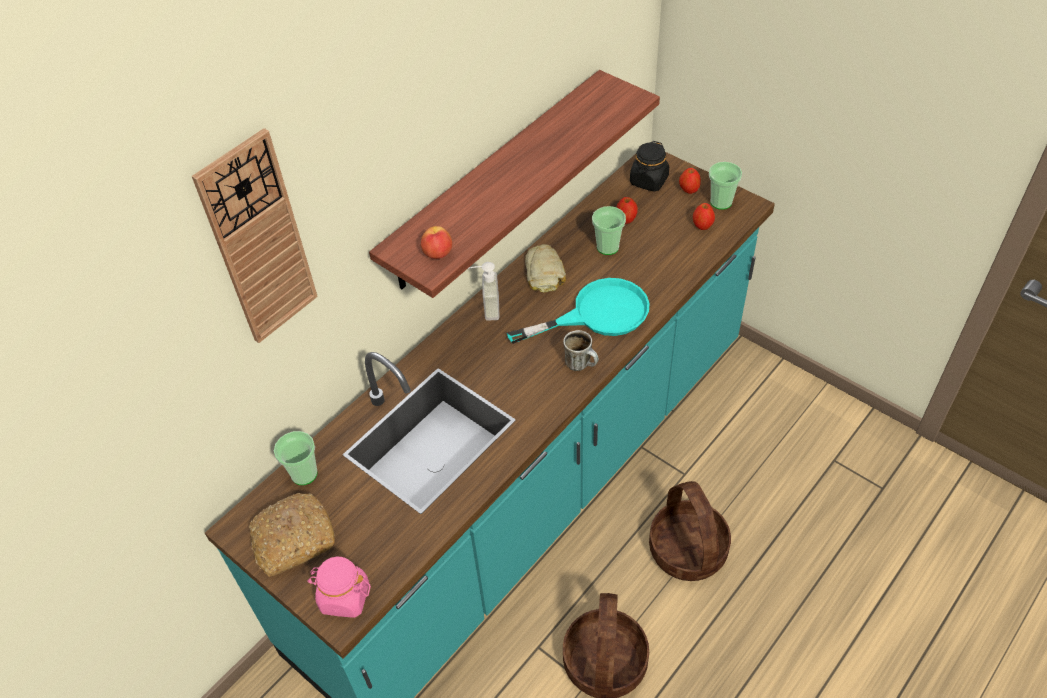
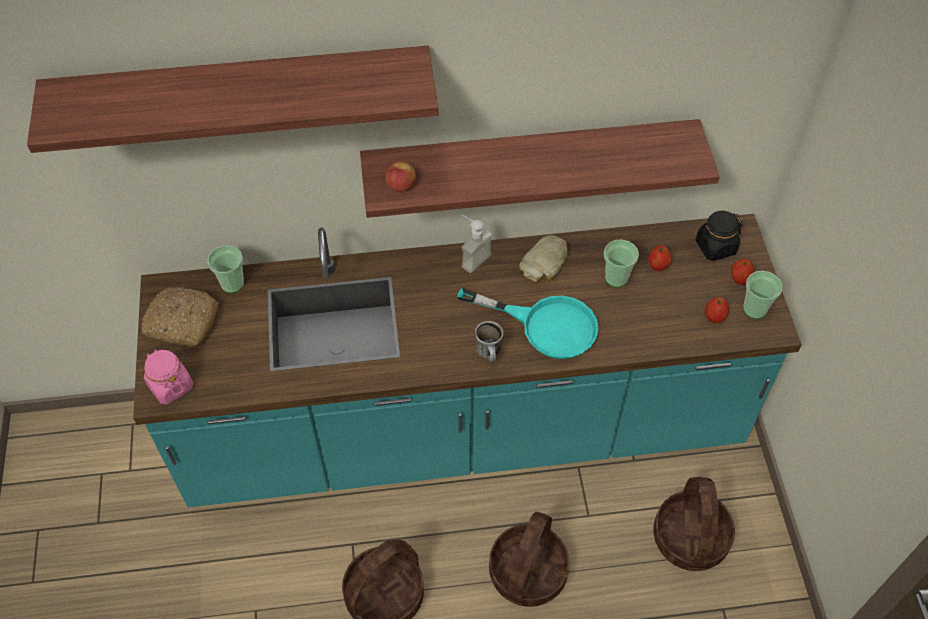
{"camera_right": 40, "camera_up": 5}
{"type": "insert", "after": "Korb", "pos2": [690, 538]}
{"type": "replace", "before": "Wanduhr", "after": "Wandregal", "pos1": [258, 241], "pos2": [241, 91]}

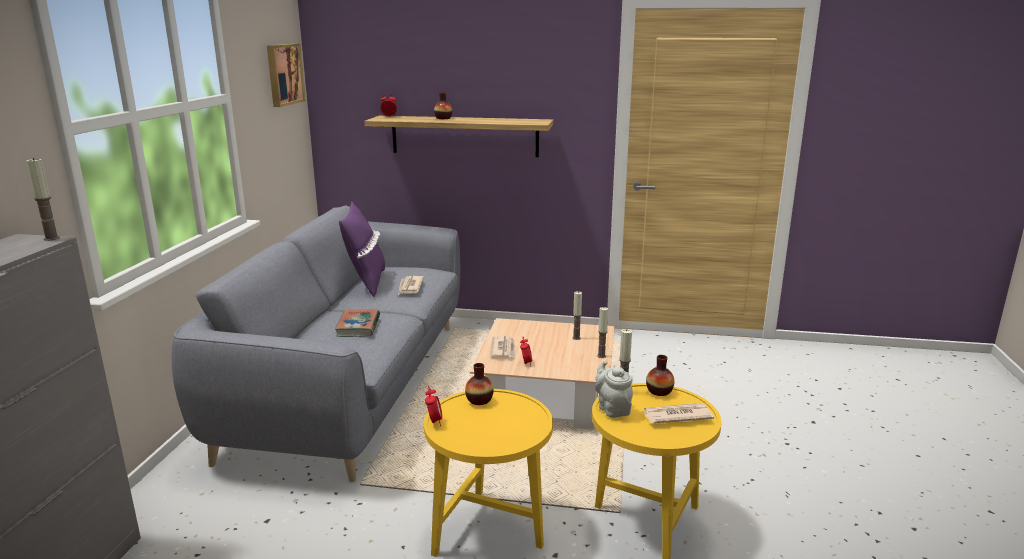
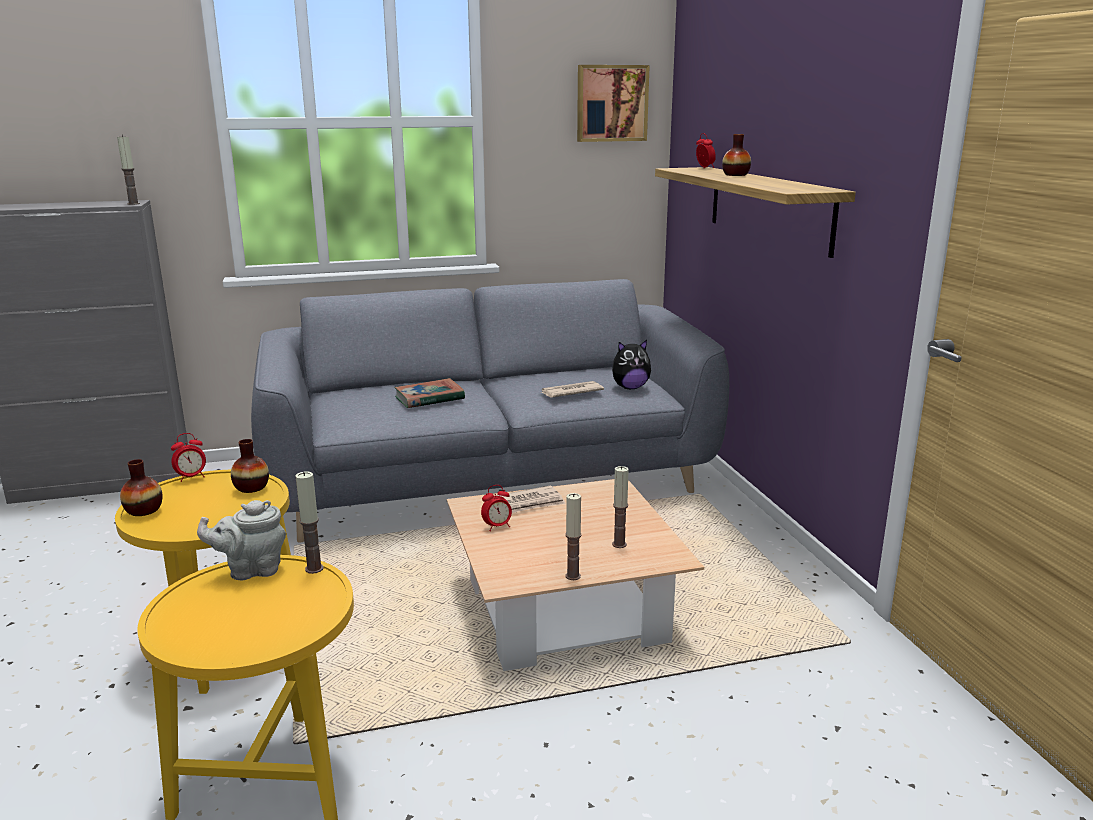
{"camera_right": 65, "camera_up": 0}
{"type": "delete", "before": "Kissen (lila)", "pos1": [366, 283]}
{"type": "delete", "before": "Zeitung", "pos1": [676, 415]}
{"type": "insert", "after": "Plüschtier", "pos2": [630, 387]}
{"type": "move", "before": "Vase", "pos1": [659, 391], "pos2": [144, 510]}
{"type": "rotate", "before": "Teekanne (grau)", "pos1": [612, 408], "pos2": [251, 570], "turn": -150}

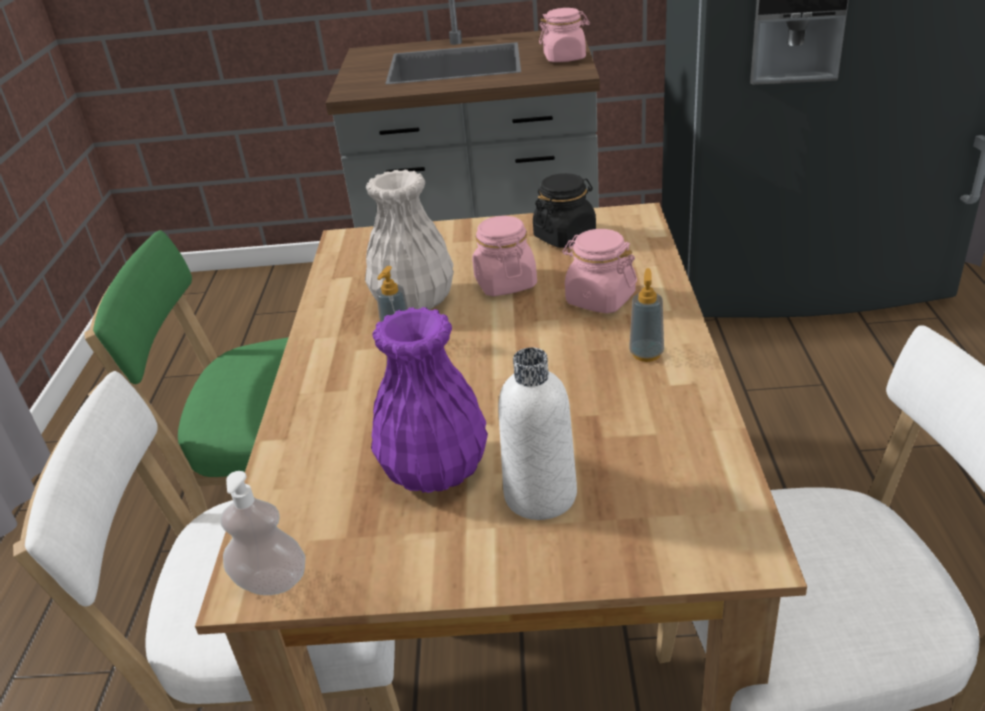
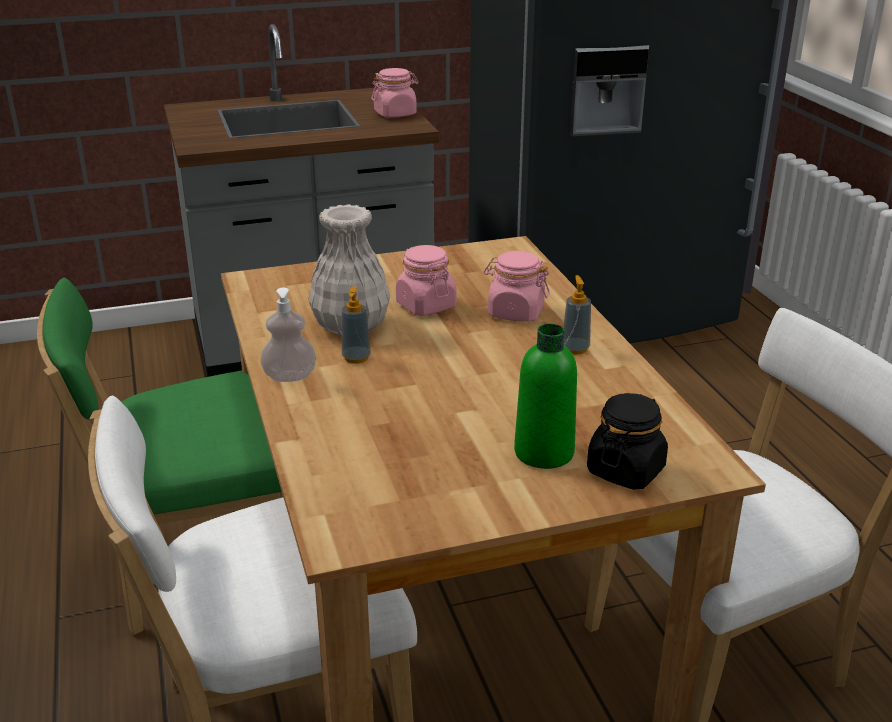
{"camera_right": -20, "camera_up": -5}
{"type": "delete", "before": "Vase (lila)", "pos1": [436, 470]}
{"type": "move", "before": "Seifenspender", "pos1": [271, 582], "pos2": [290, 376]}
{"type": "move", "before": "Vorratsglas (schwarz)", "pos1": [565, 236], "pos2": [625, 470]}
{"type": "recolor", "before": "Flasche (weiß)", "after": "Flasche (grün)", "pos1": [540, 495], "pos2": [544, 452]}

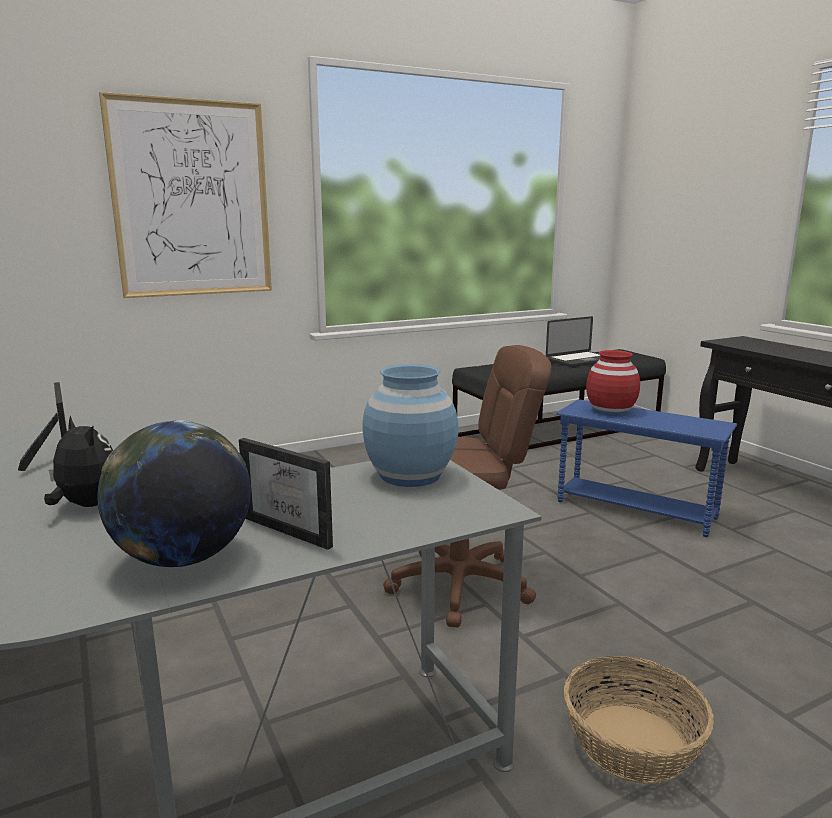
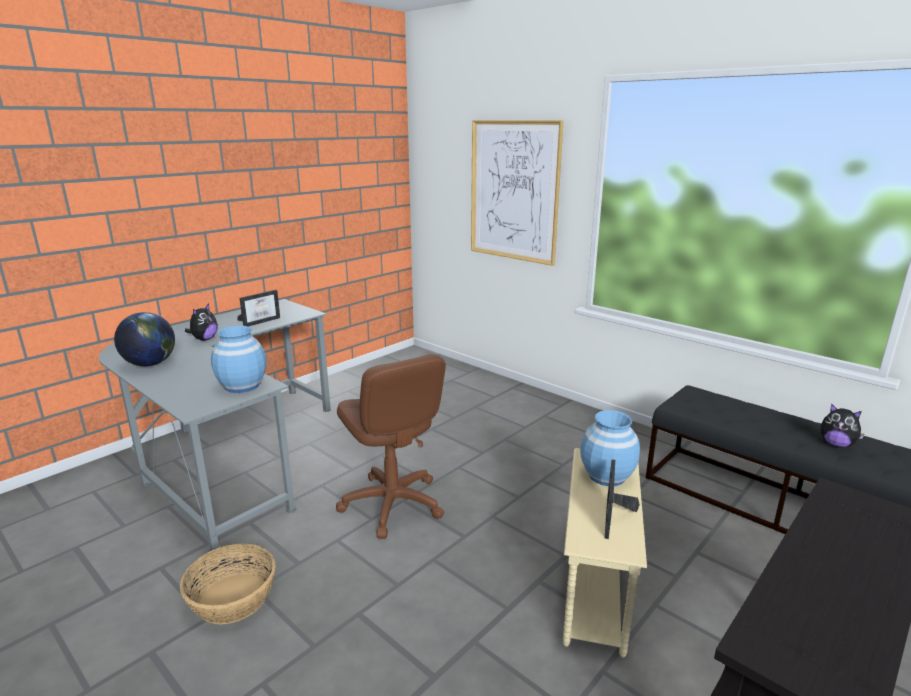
{"camera_right": 70, "camera_up": 5}
{"type": "move", "before": "Bilderrahmen", "pos1": [297, 528], "pos2": [614, 520]}
{"type": "replace", "before": "Laptop", "after": "Plüschtier", "pos1": [580, 360], "pos2": [836, 444]}
{"type": "recolor", "before": "Beistelltisch (blau)", "after": "Beistelltisch (beige)", "pos1": [635, 509], "pos2": [596, 587]}
{"type": "recolor", "before": "Vase (rot)", "after": "Vase (blau)", "pos1": [611, 411], "pos2": [607, 476]}

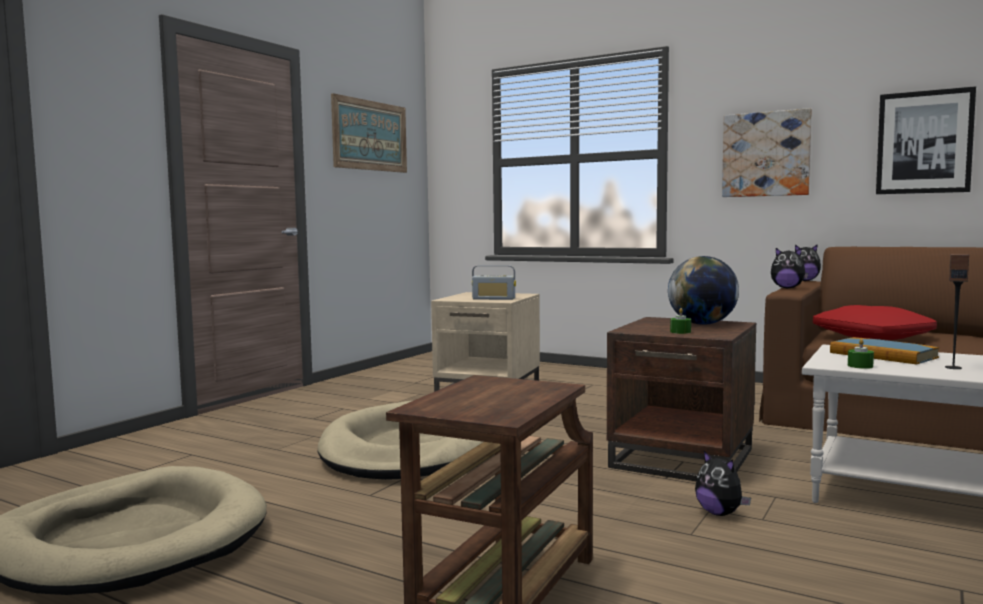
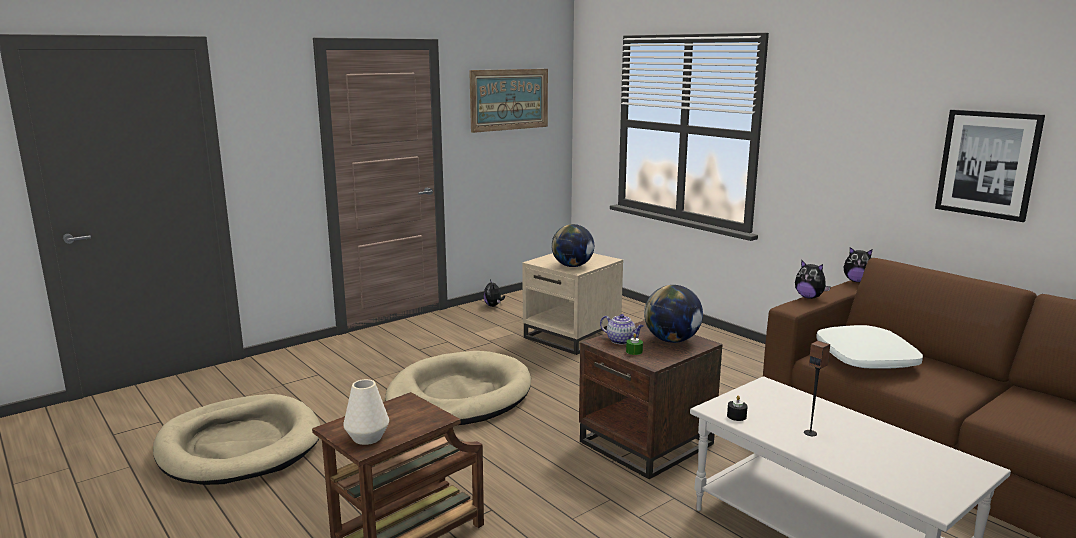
{"camera_right": 20, "camera_up": 10}
{"type": "delete", "before": "Bild", "pos1": [766, 154]}
{"type": "delete", "before": "Buch", "pos1": [883, 355]}
{"type": "insert", "after": "Vase (weiß)", "pos2": [367, 437]}
{"type": "insert", "after": "Teekanne", "pos2": [621, 341]}
{"type": "move", "before": "Plüschtier", "pos1": [720, 513], "pos2": [493, 306]}
{"type": "replace", "before": "Radio", "after": "Globus", "pos1": [494, 299], "pos2": [572, 266]}
{"type": "recolor", "before": "Kissen (rot)", "after": "Kissen (weiß)", "pos1": [871, 336], "pos2": [865, 359]}
{"type": "recolor", "before": "Kerze (grün)", "after": "Kerze (schwarz)", "pos1": [860, 366], "pos2": [736, 416]}

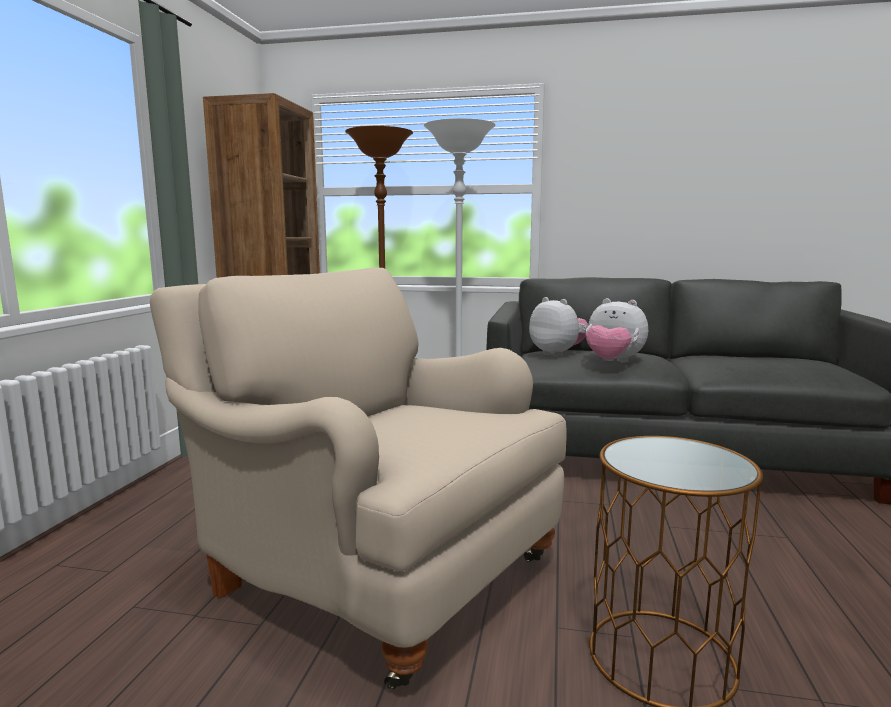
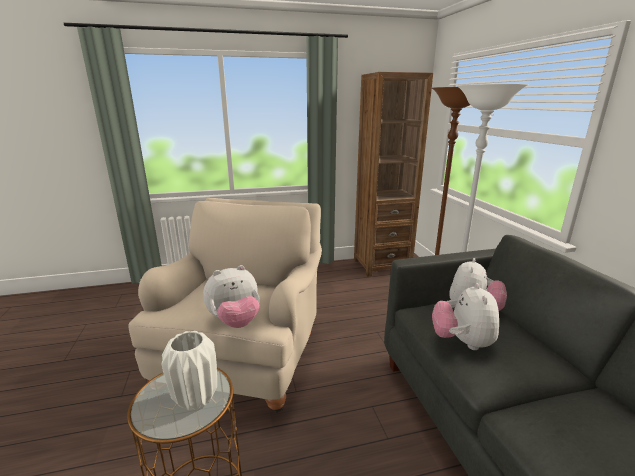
{"camera_right": 65, "camera_up": 10}
{"type": "insert", "after": "Vase (weiß)", "pos2": [196, 399]}
{"type": "insert", "after": "Plüschtier", "pos2": [235, 321]}

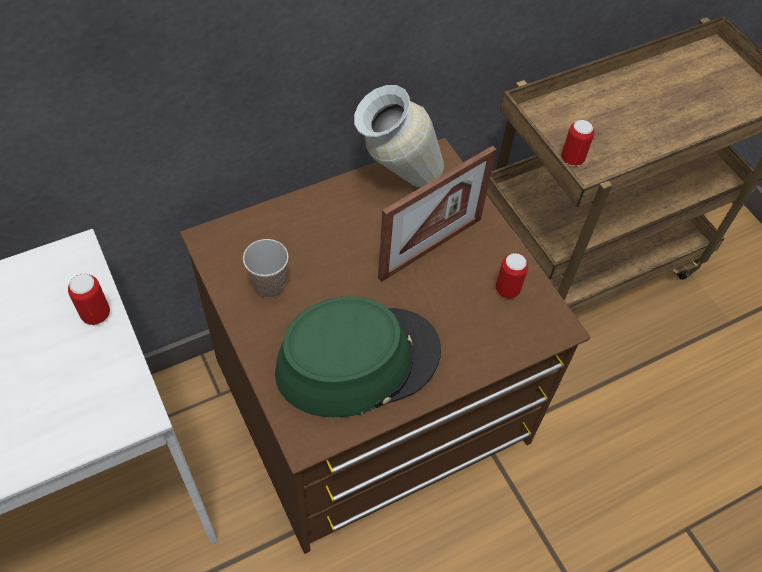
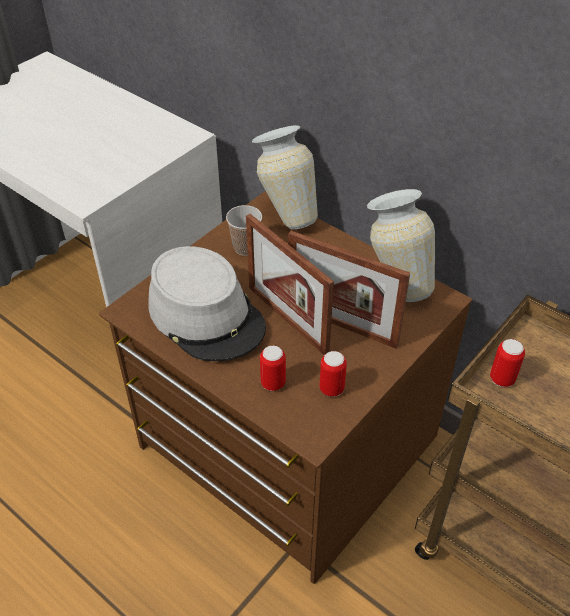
{"camera_right": 70, "camera_up": -10}
{"type": "insert", "after": "Bilderrahmen", "pos2": [287, 319]}
{"type": "insert", "after": "Vase", "pos2": [286, 214]}
{"type": "move", "before": "Dose", "pos1": [96, 314], "pos2": [273, 383]}
{"type": "recolor", "before": "Hut (grün)", "after": "Hut (grau)", "pos1": [357, 361], "pos2": [206, 316]}

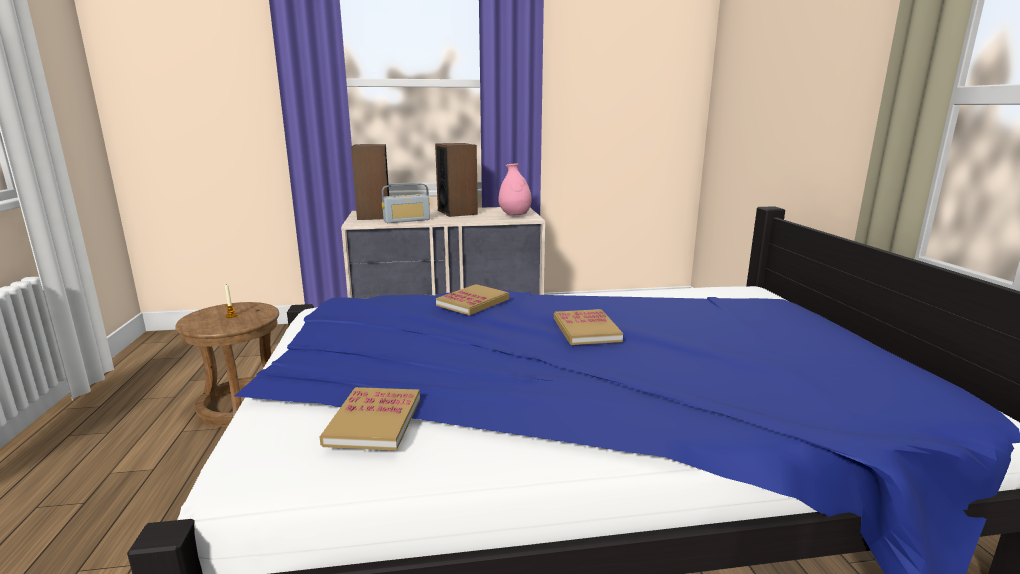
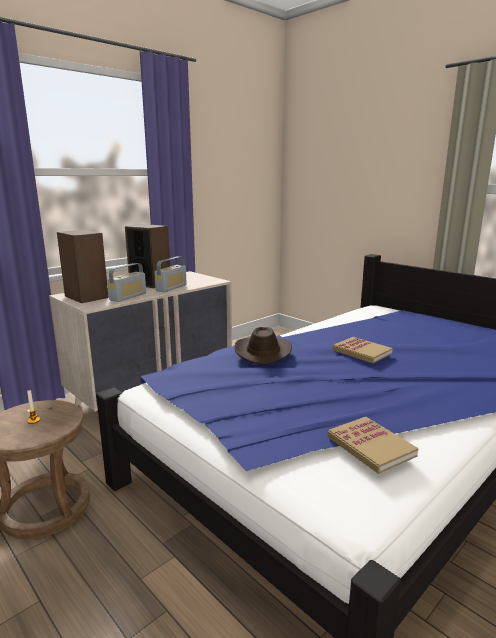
{"camera_right": -35, "camera_up": 0}
{"type": "delete", "before": "Vase (rosa)", "pos1": [515, 215]}
{"type": "insert", "after": "Radio", "pos2": [171, 288]}
{"type": "replace", "before": "Buch", "after": "Hut (braun)", "pos1": [473, 302], "pos2": [262, 352]}

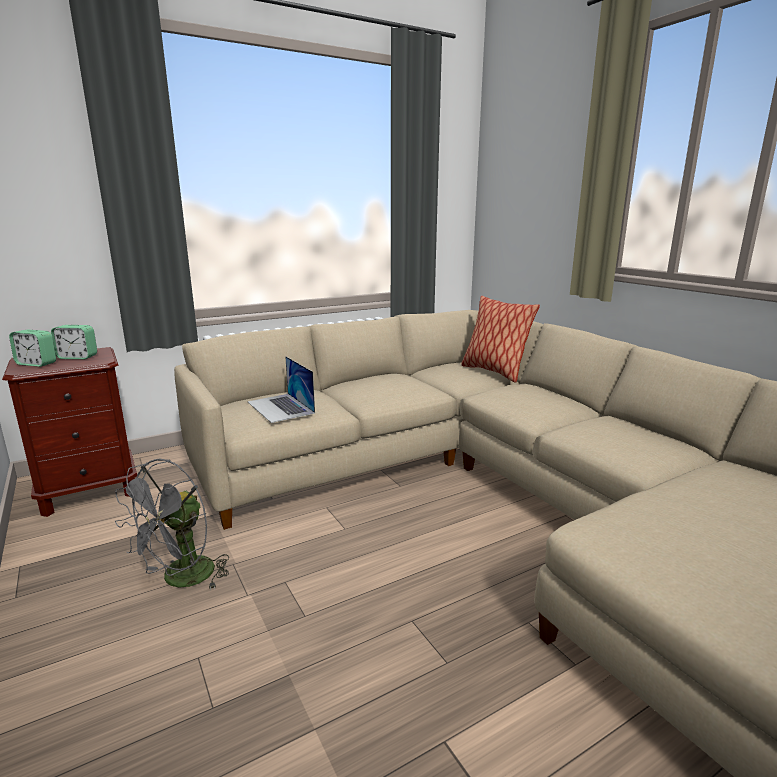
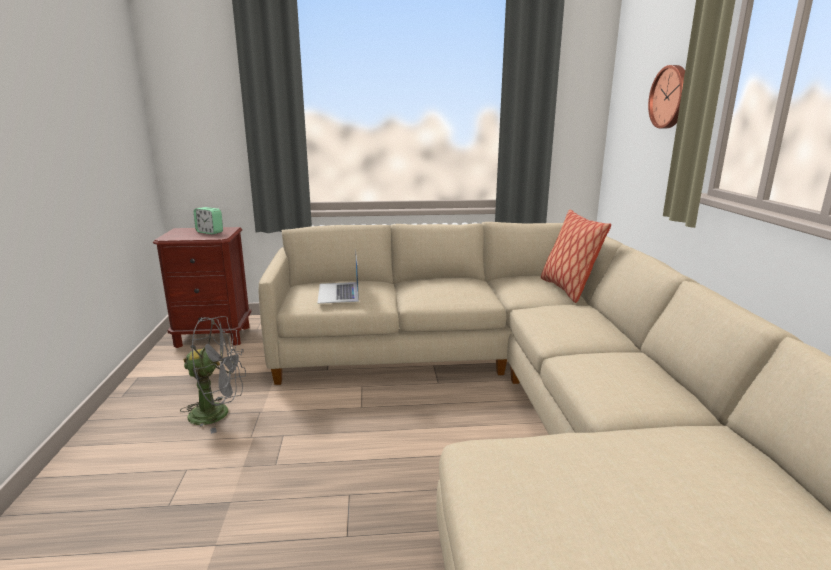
{"camera_right": 25, "camera_up": 0}
{"type": "delete", "before": "Wecker", "pos1": [36, 364]}
{"type": "insert", "after": "Wanduhr", "pos2": [671, 97]}
{"type": "rotate", "before": "Ventilator (grau)", "pos1": [181, 580], "pos2": [218, 413], "turn": -150}

